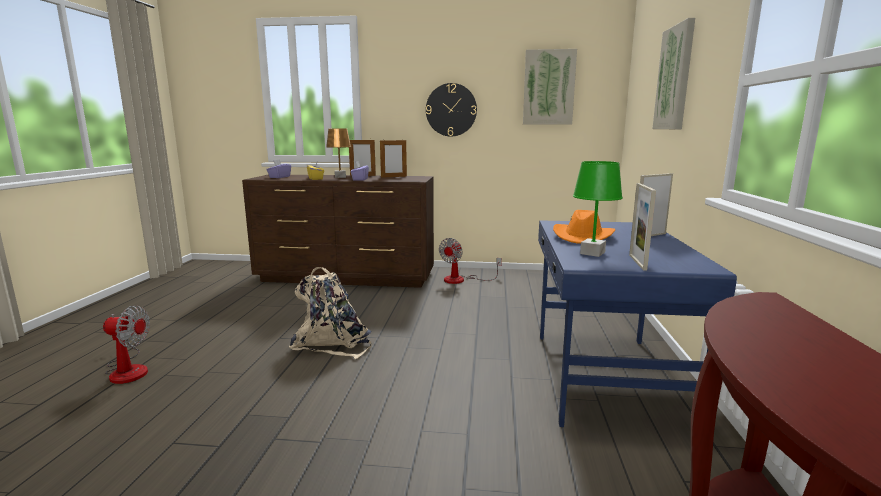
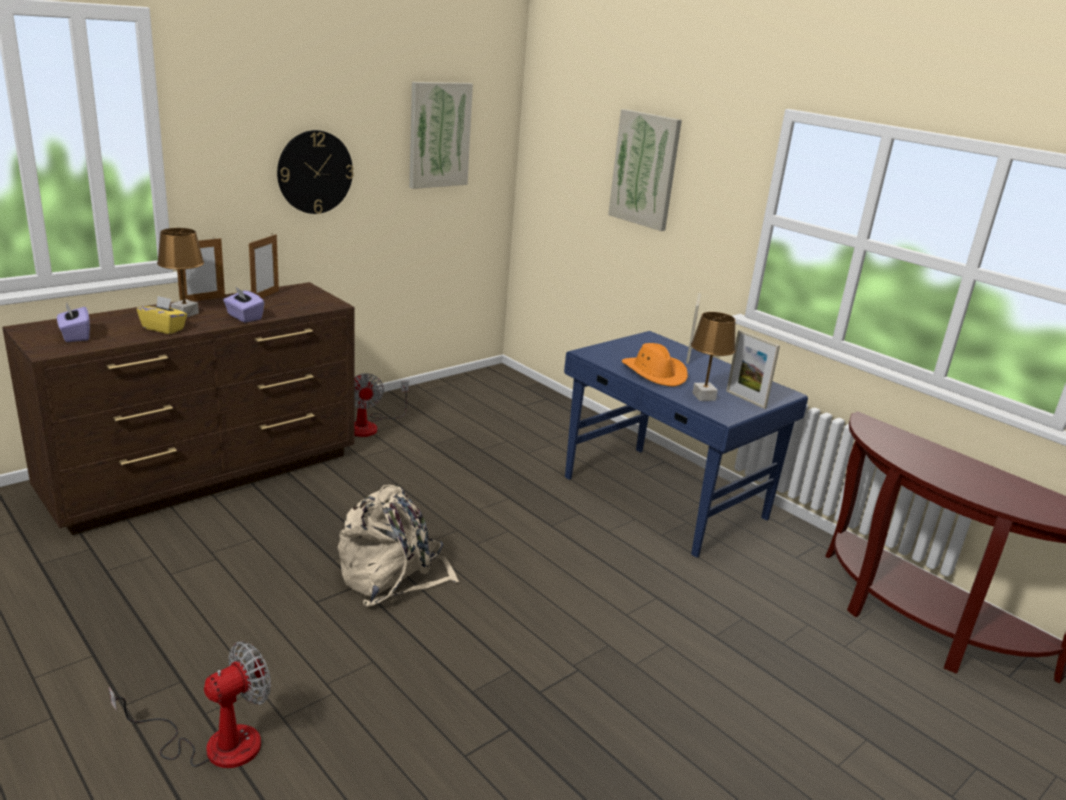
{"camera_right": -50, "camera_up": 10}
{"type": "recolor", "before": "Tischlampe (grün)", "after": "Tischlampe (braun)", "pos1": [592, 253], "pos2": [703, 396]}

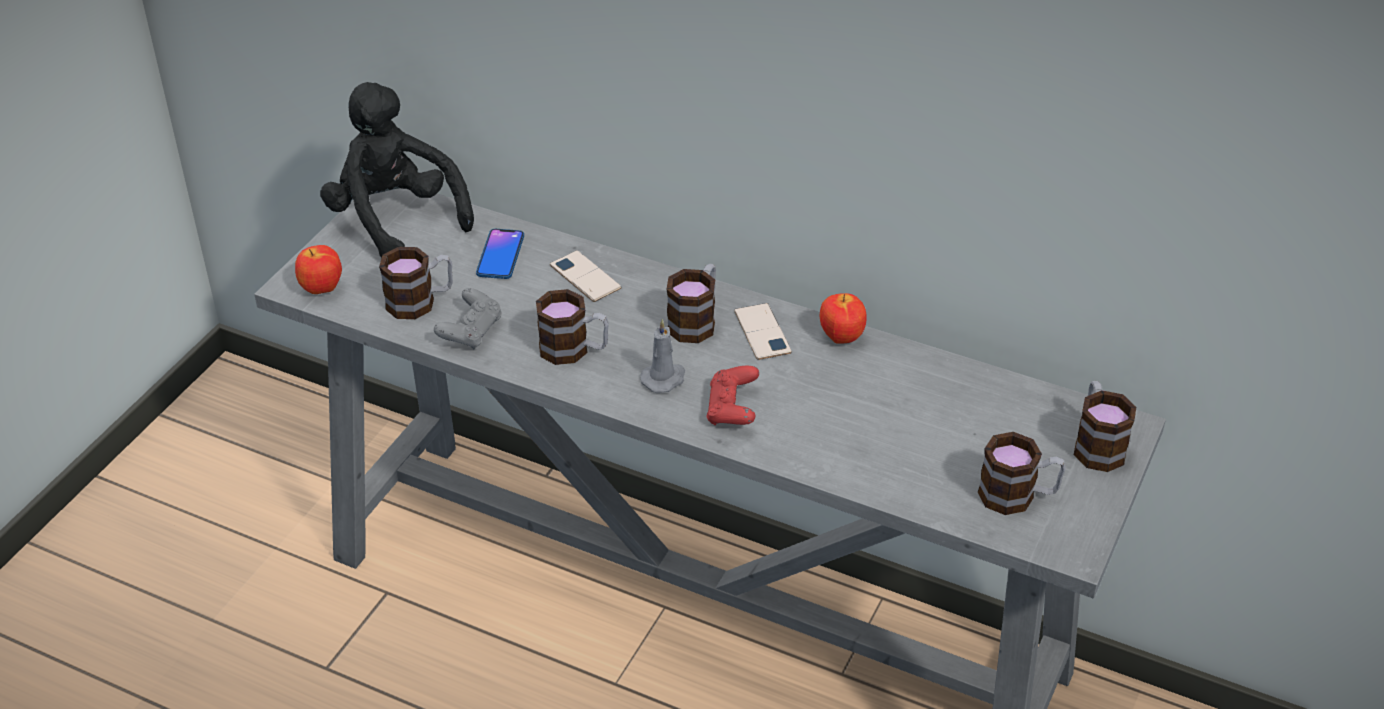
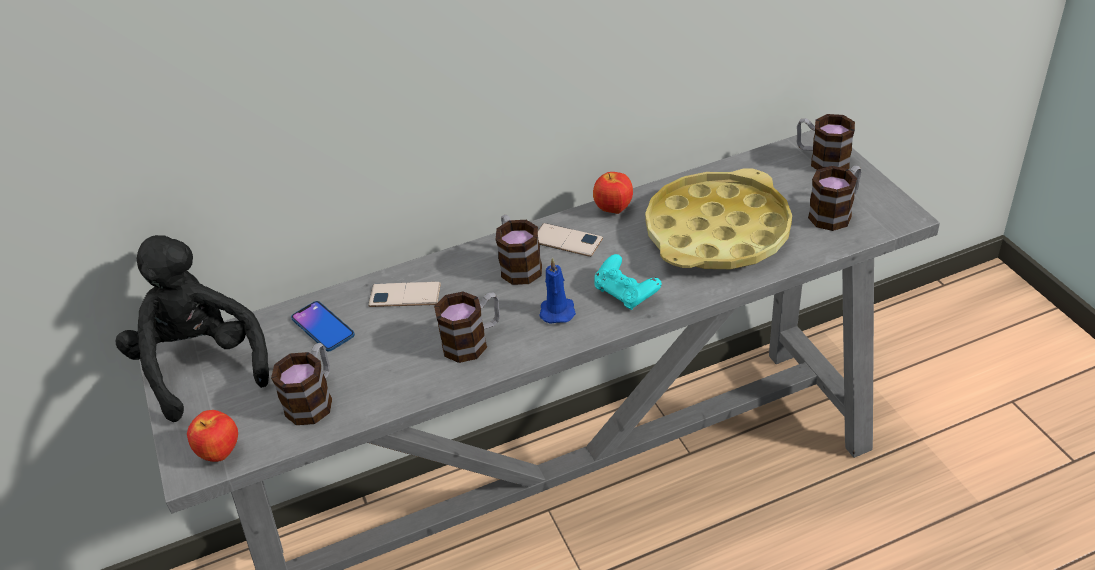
{"camera_right": -45, "camera_up": 0}
{"type": "delete", "before": "Gamepad (grau)", "pos1": [471, 332]}
{"type": "insert", "after": "Tablett (gelb)", "pos2": [717, 232]}
{"type": "recolor", "before": "Kerze (grau)", "after": "Kerze (blau)", "pos1": [664, 379], "pos2": [557, 310]}
{"type": "recolor", "before": "Gamepad (rot)", "after": "Gamepad (türkis)", "pos1": [732, 410], "pos2": [625, 293]}
{"type": "rotate", "before": "Plüschtier (schwarz)", "pos1": [395, 219], "pos2": [202, 365], "turn": 60}

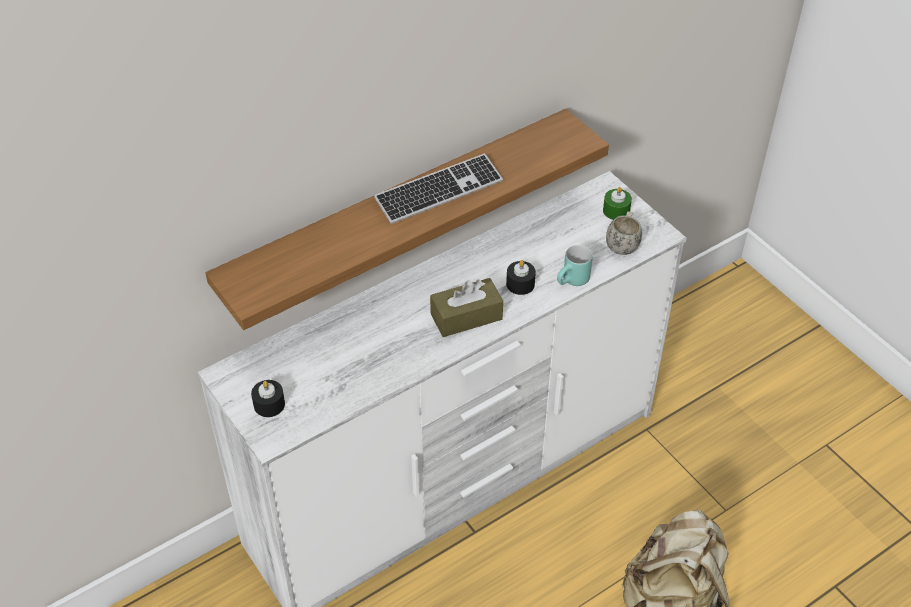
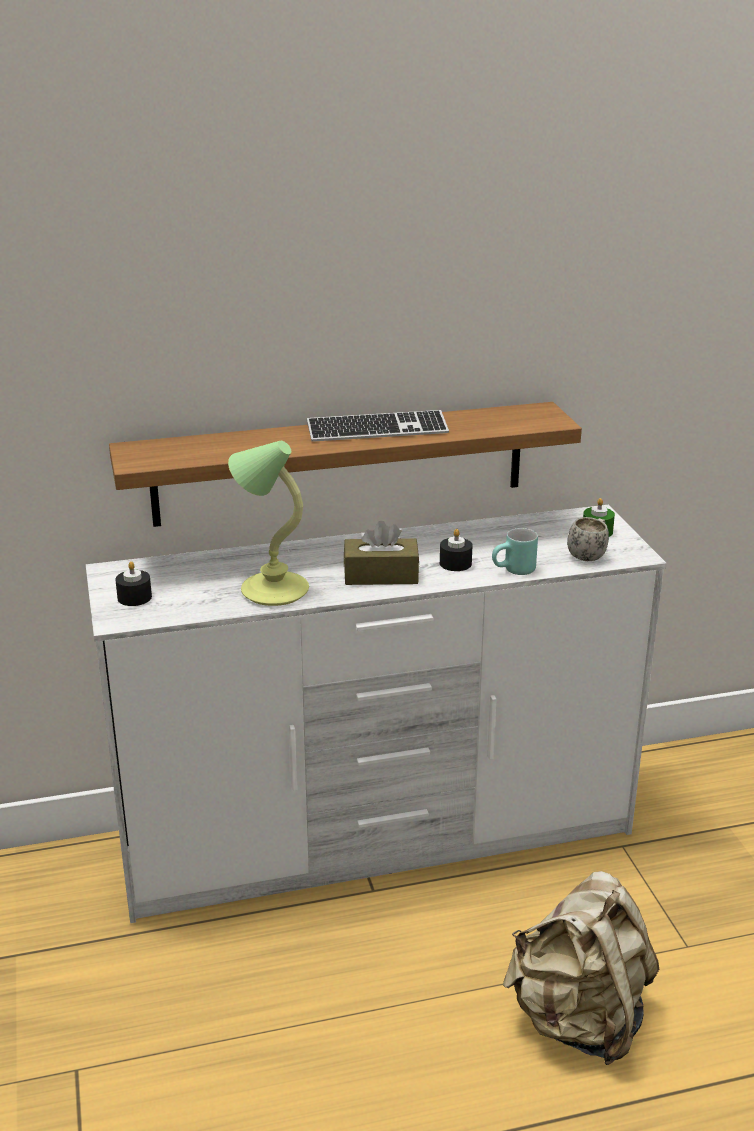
{"camera_right": 20, "camera_up": -20}
{"type": "insert", "after": "Tischlampe", "pos2": [272, 590]}

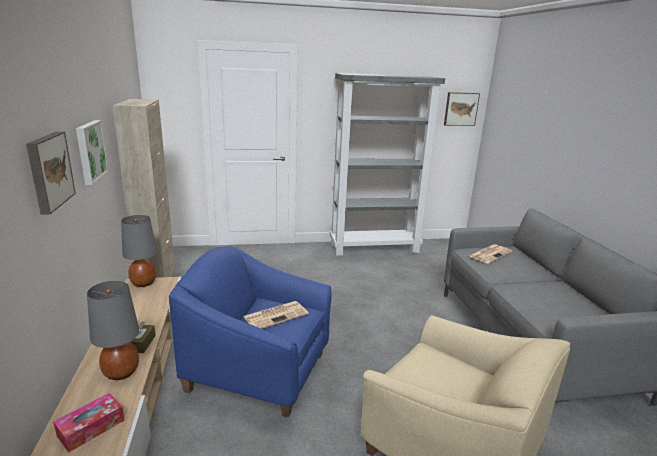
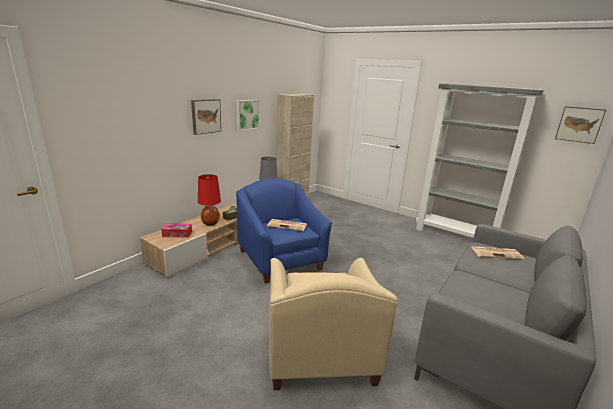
{"camera_right": 45, "camera_up": 0}
{"type": "recolor", "before": "Tischlampe (grau)", "after": "Tischlampe (rot)", "pos1": [121, 372], "pos2": [210, 223]}

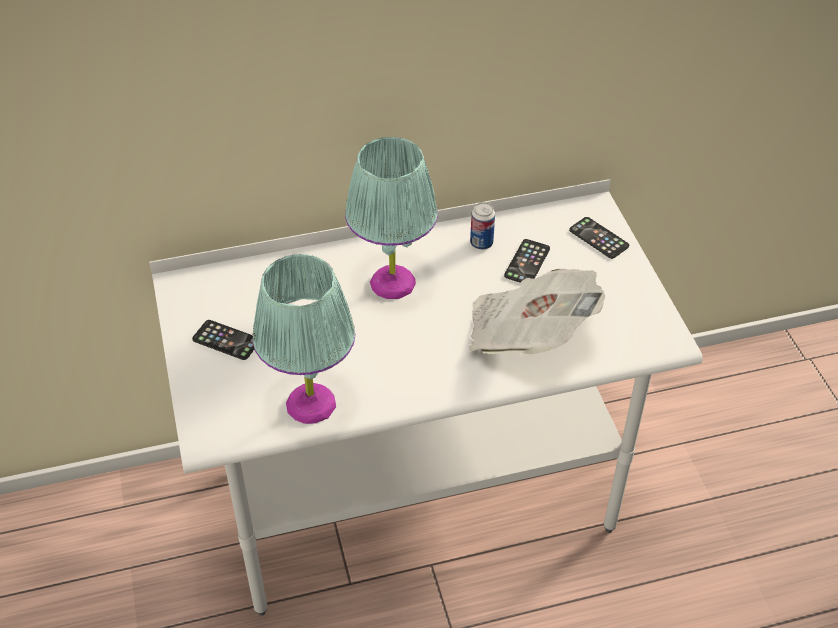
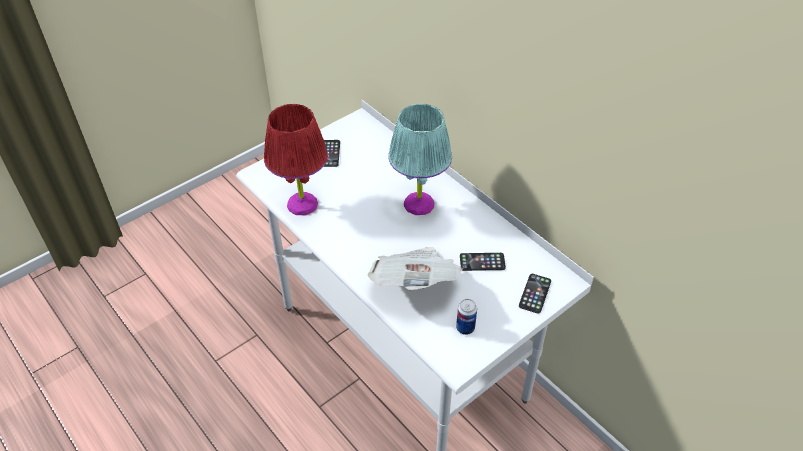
{"camera_right": 65, "camera_up": 0}
{"type": "move", "before": "Dose", "pos1": [481, 243], "pos2": [465, 328]}
{"type": "recolor", "before": "Tischlampe (türkis)", "after": "Tischlampe (rot)", "pos1": [311, 404], "pos2": [301, 204]}

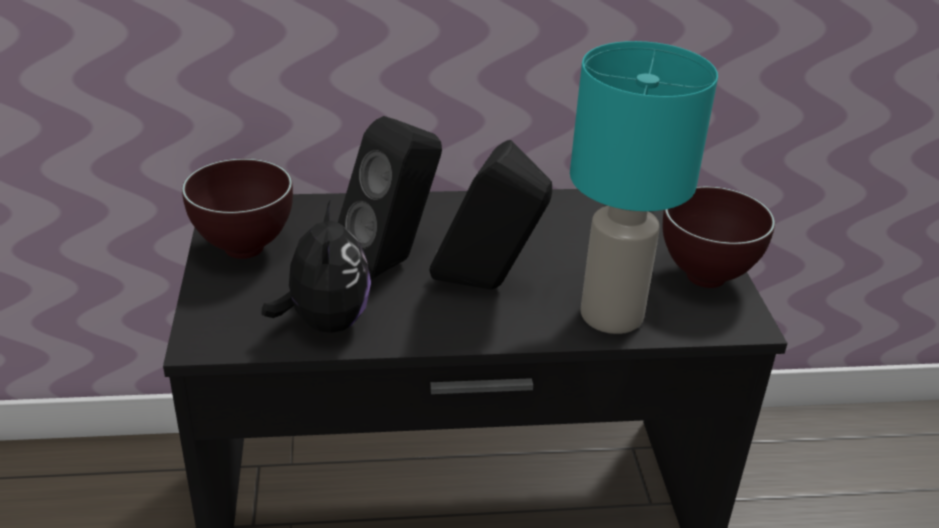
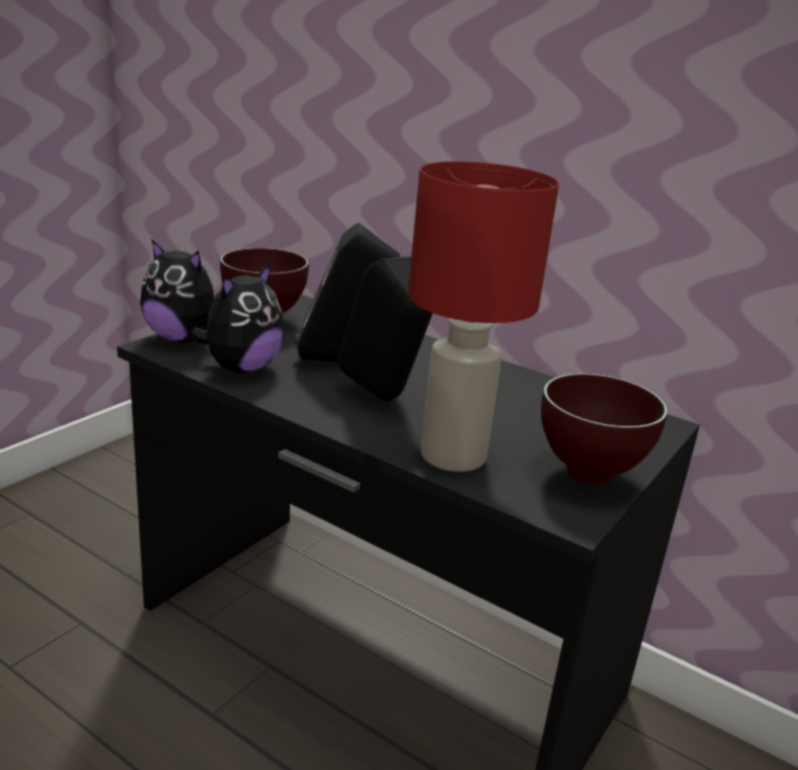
{"camera_right": 40, "camera_up": -10}
{"type": "insert", "after": "Plüschtier", "pos2": [183, 338]}
{"type": "recolor", "before": "Tischlampe (türkis)", "after": "Tischlampe (rot)", "pos1": [610, 314], "pos2": [453, 455]}

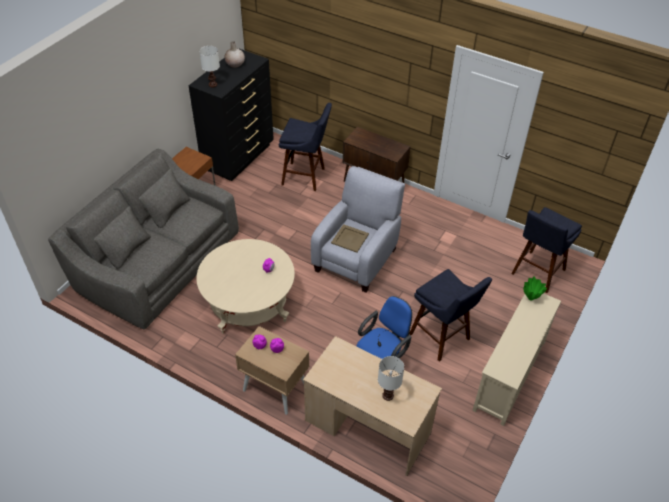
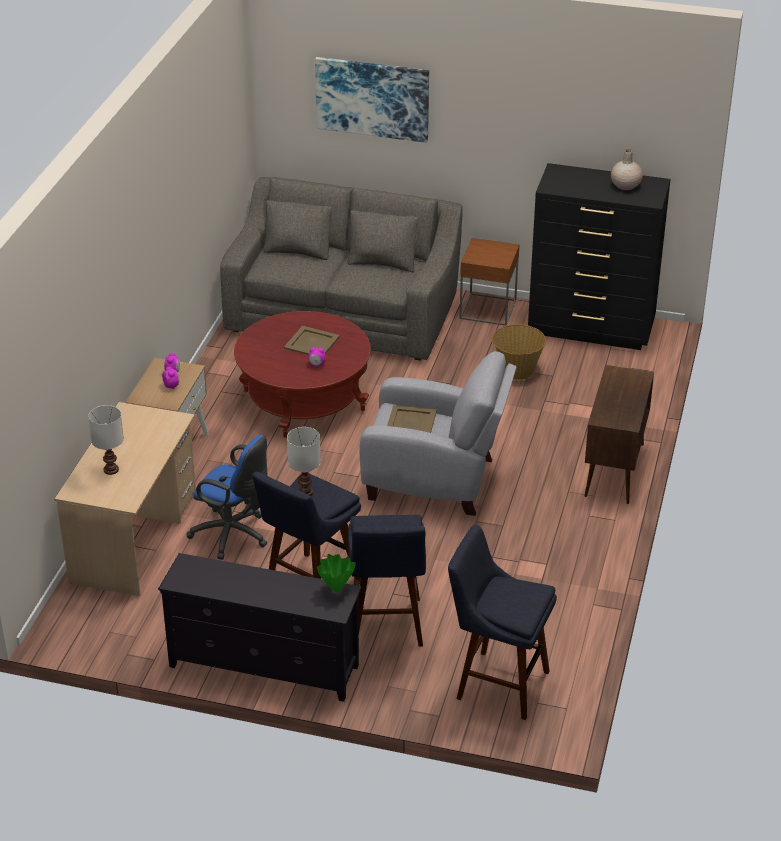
{"camera_right": 75, "camera_up": -10}
{"type": "insert", "after": "Tablett (beige)", "pos2": [312, 342]}
{"type": "insert", "after": "Bild", "pos2": [372, 98]}
{"type": "insert", "after": "Korb", "pos2": [517, 370]}
{"type": "move", "before": "Tischlampe (weiß)", "pos1": [212, 85], "pos2": [305, 492]}
{"type": "move", "before": "Hocker (blau)", "pos1": [306, 177], "pos2": [386, 627]}
{"type": "recolor", "before": "Couchtisch (beige)", "after": "Couchtisch (rot)", "pos1": [249, 303], "pos2": [304, 400]}
{"type": "recolor", "before": "Fernsehschrank (beige)", "after": "Fernsehschrank (schwarz)", "pos1": [510, 375], "pos2": [263, 667]}

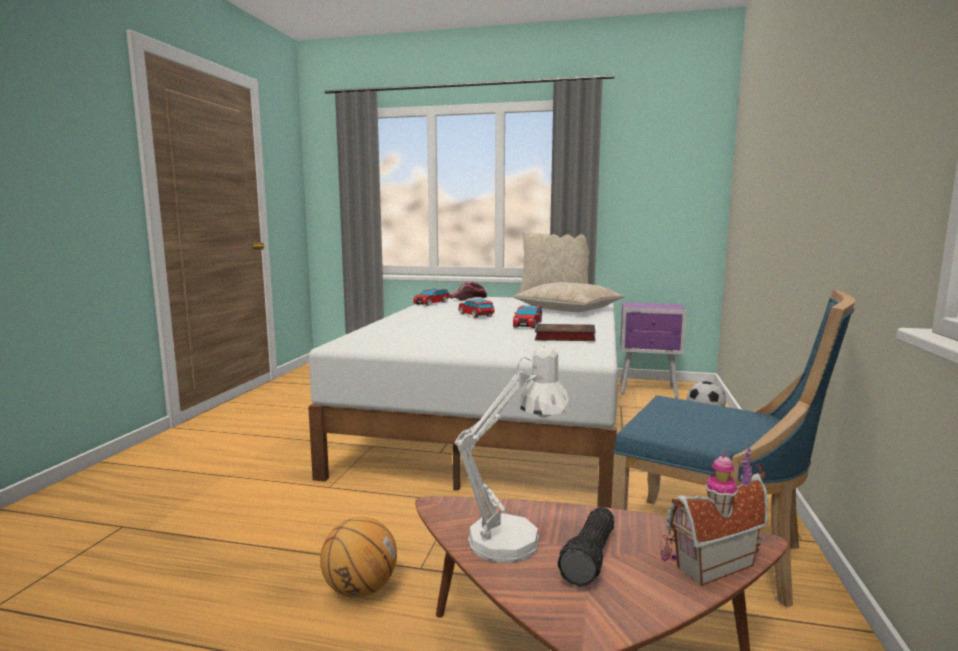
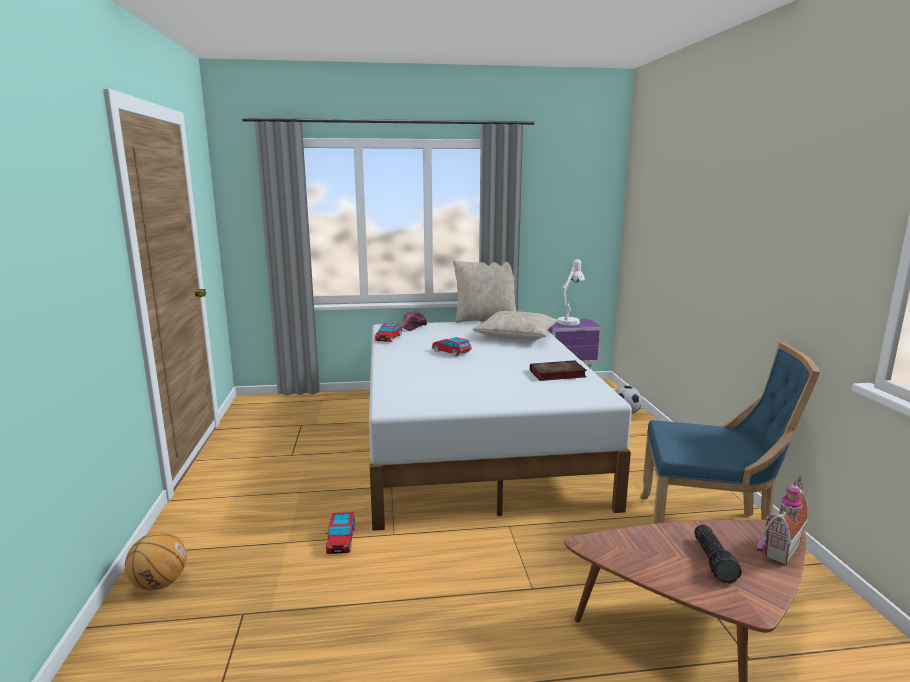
{"camera_right": -20, "camera_up": 5}
{"type": "move", "before": "Basketball", "pos1": [359, 589], "pos2": [159, 584]}
{"type": "move", "before": "Tischlampe (weiß)", "pos1": [515, 536], "pos2": [570, 321]}
{"type": "move", "before": "Spielzeugauto", "pos1": [527, 324], "pos2": [341, 540]}

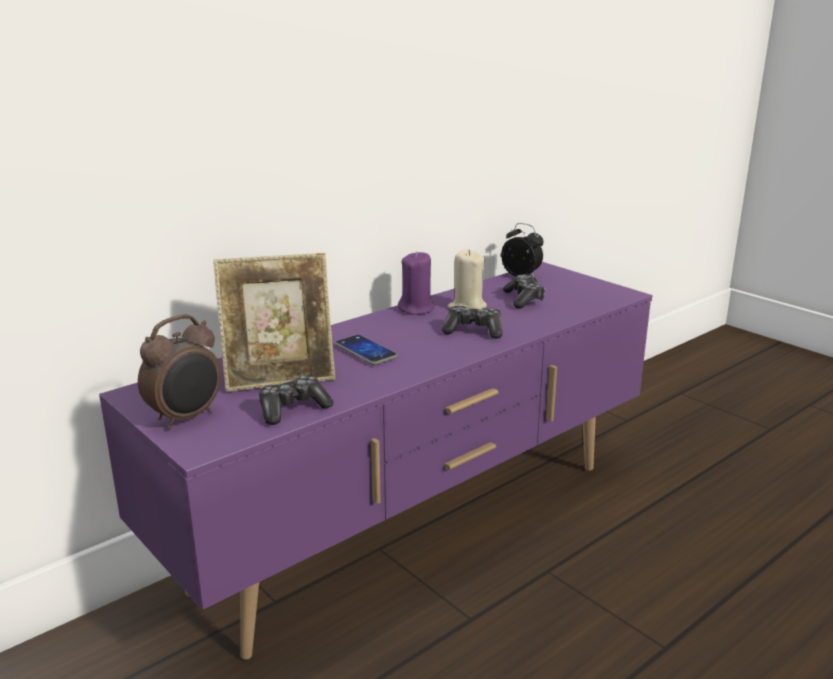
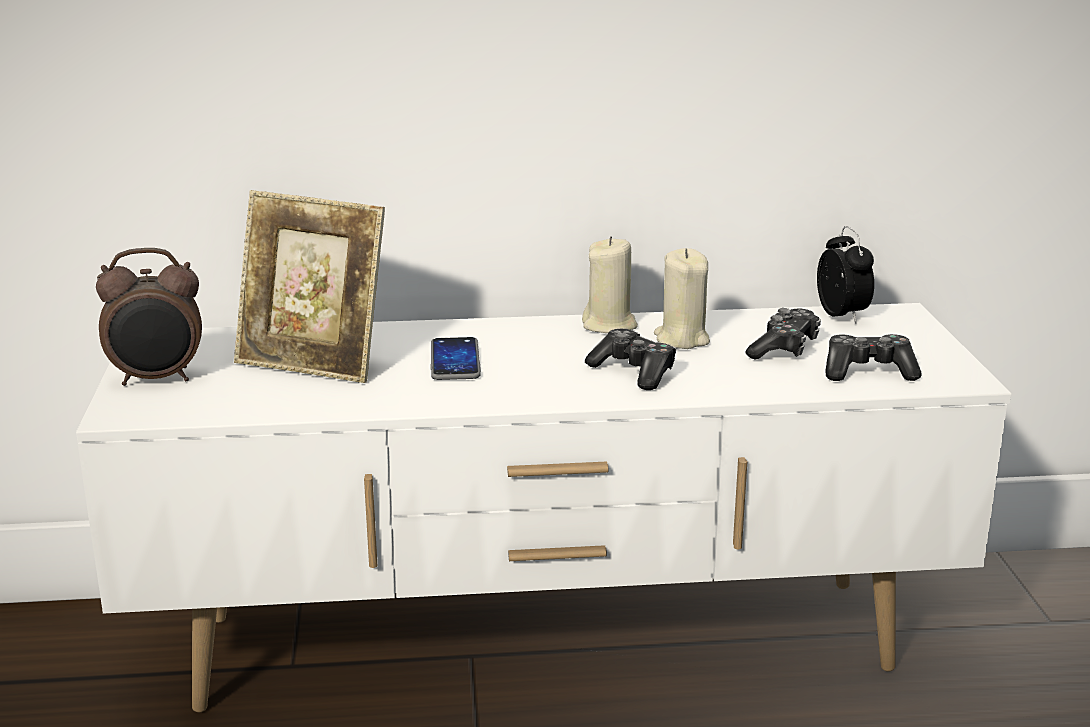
{"camera_right": 35, "camera_up": 0}
{"type": "move", "before": "Gamepad", "pos1": [293, 409], "pos2": [868, 372]}
{"type": "recolor", "before": "Fernsehschrank (lila)", "after": "Fernsehschrank (weiß)", "pos1": [416, 526], "pos2": [547, 647]}
{"type": "recolor", "before": "Kerze (lila)", "after": "Kerze (beige)", "pos1": [416, 309], "pos2": [609, 325]}

